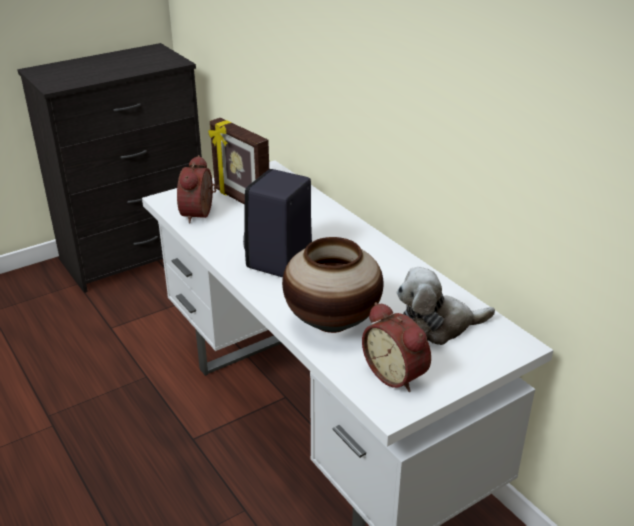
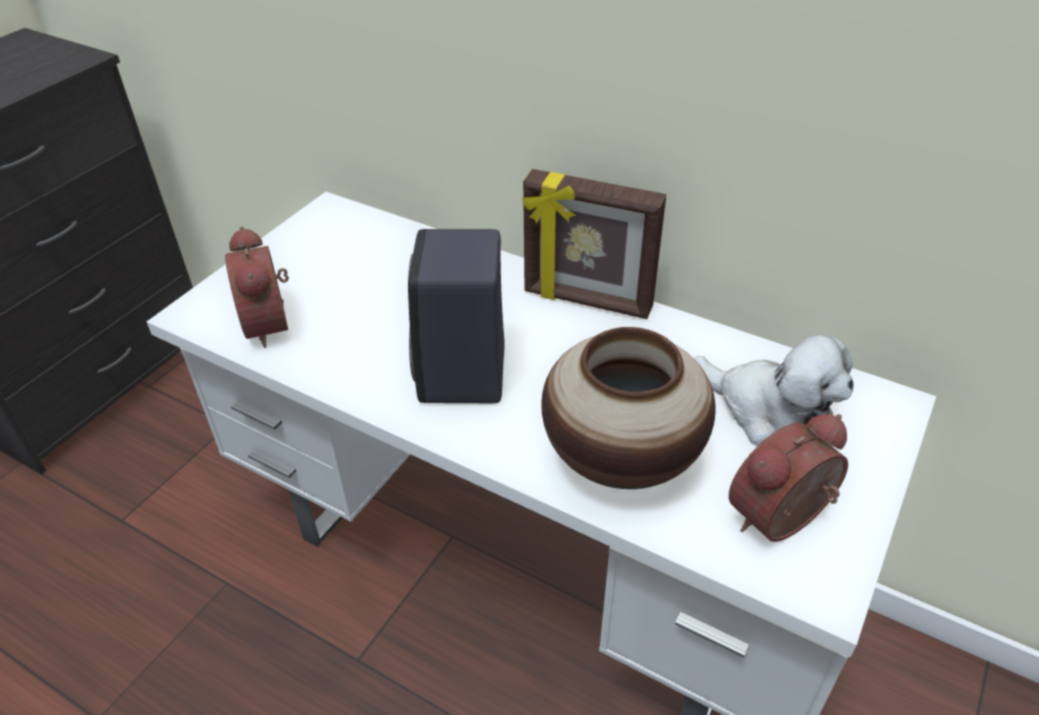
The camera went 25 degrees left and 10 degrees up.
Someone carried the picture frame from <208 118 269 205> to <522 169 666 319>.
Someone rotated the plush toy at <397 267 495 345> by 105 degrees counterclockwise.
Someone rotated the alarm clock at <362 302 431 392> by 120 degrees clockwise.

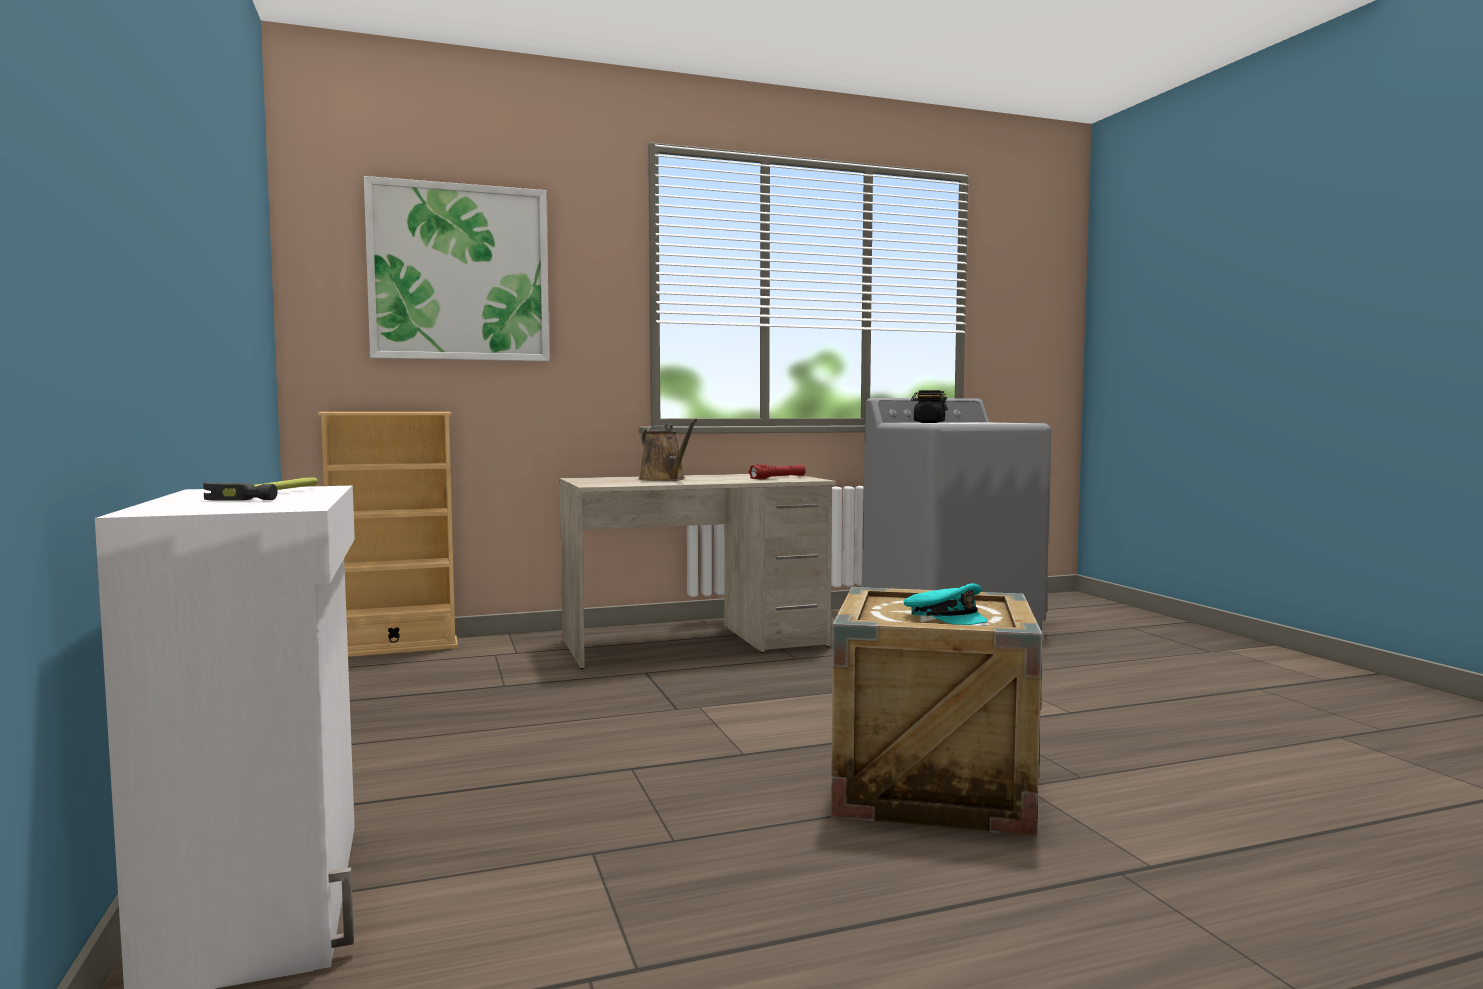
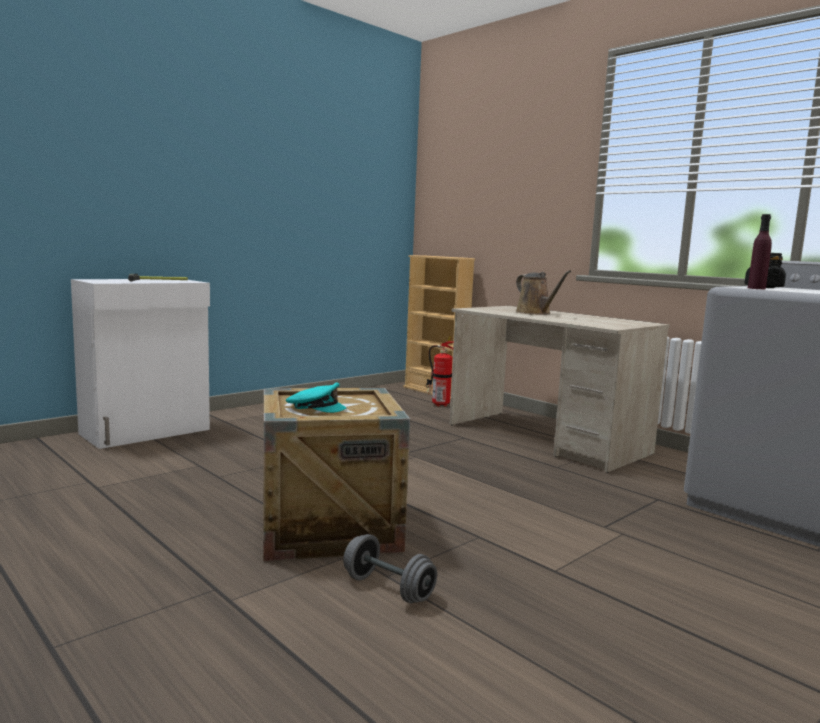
The camera went 65 degrees right and 5 degrees up.
Someone took away the picture at <364 176 550 361>.
Someone rotated the brown watering can at <639 419 698 481> by 60 degrees counterclockwise.
Someone took away the red flashlight at <748 464 806 480>.
Someone rotated the turquoise cap at <904 583 988 625> by 105 degrees counterclockwise.
Someone put down the purple bottle at <748 214 772 289>.
Someone put down the fire extinguisher at <425 336 454 406>.
Someone put down the grey dumbbell at <343 534 437 603>.

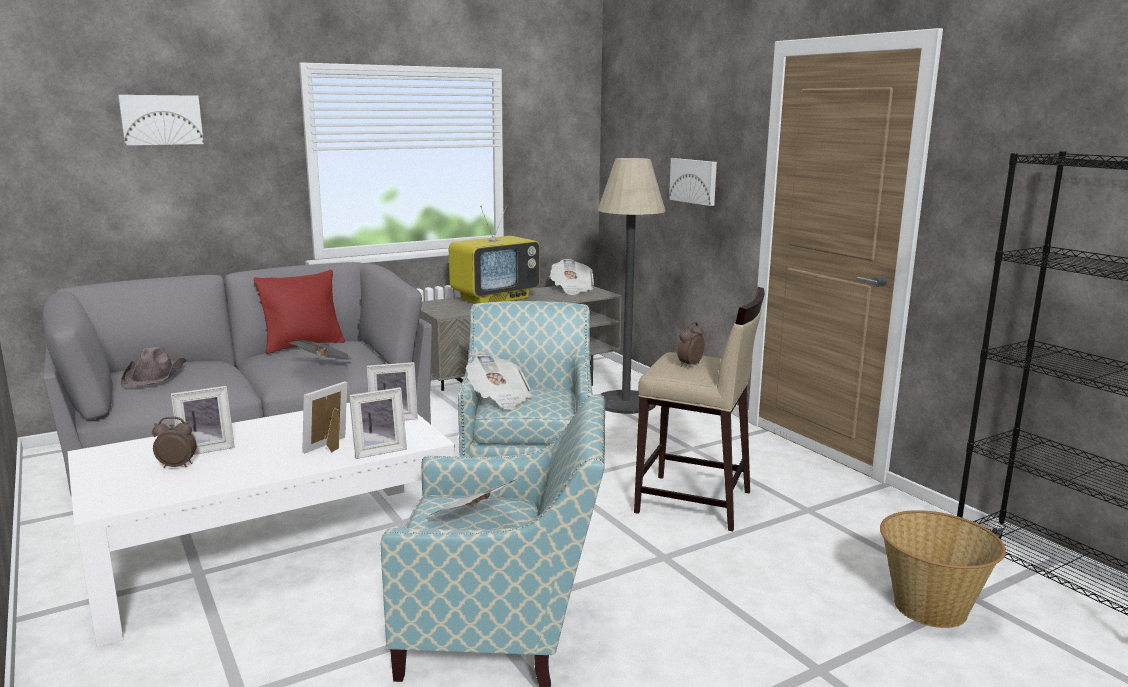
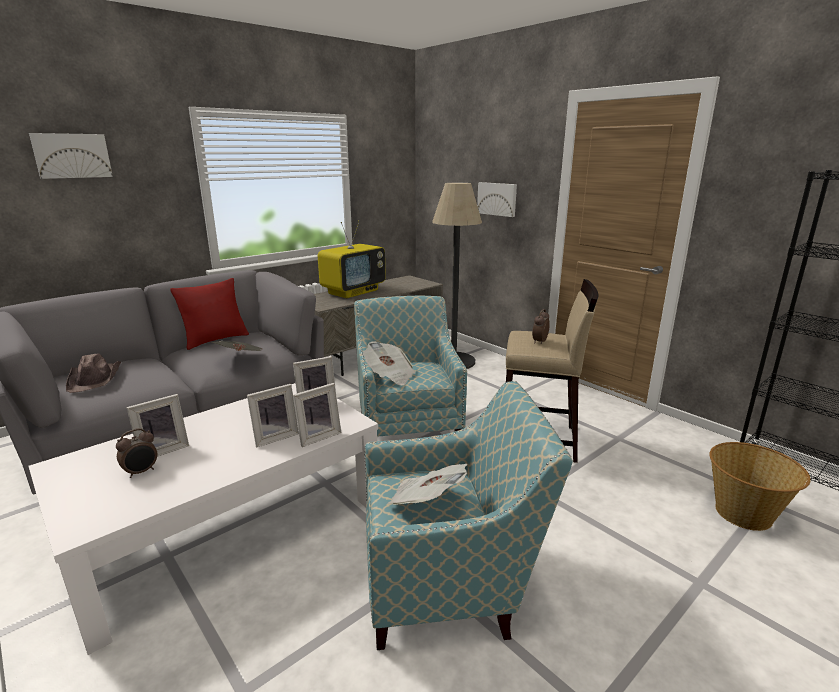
The camera went 10 degrees left and 5 degrees up.
Someone took away the newspaper at <550 259 594 295>.
Someone rotated the picture frame at <302 381 347 453> by 150 degrees counterclockwise.
Someone rotated the alarm clock at <152 417 197 468> by 150 degrees clockwise.

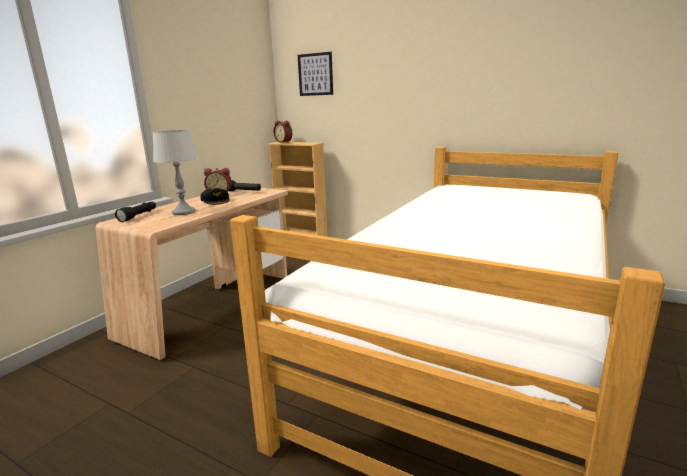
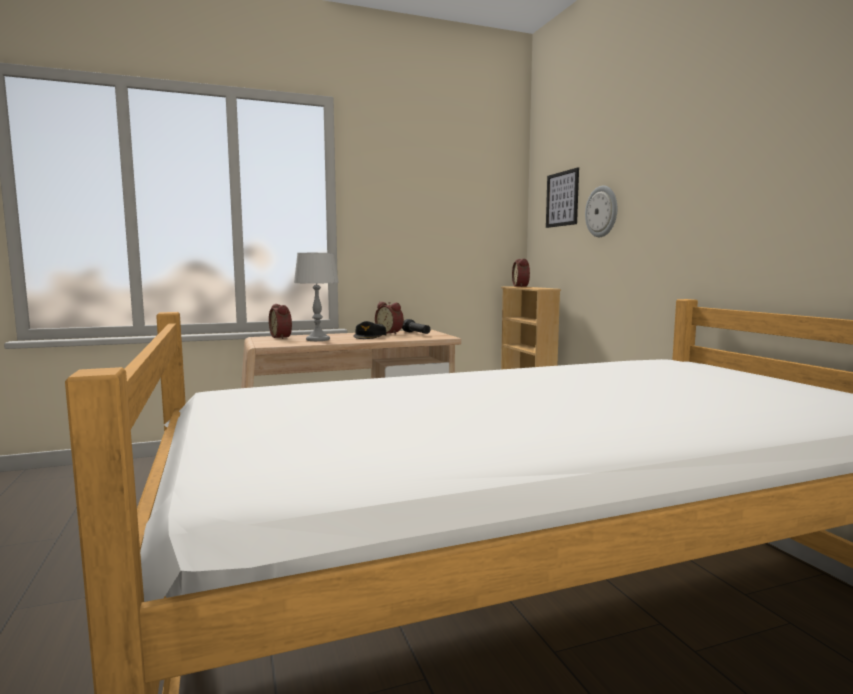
The camera went 40 degrees right and 10 degrees down.
Someone swapped the black flashlight at <115 201 156 222> for the alarm clock at <269 304 292 339>.
Someone put up the wall clock at <585 186 617 237>.

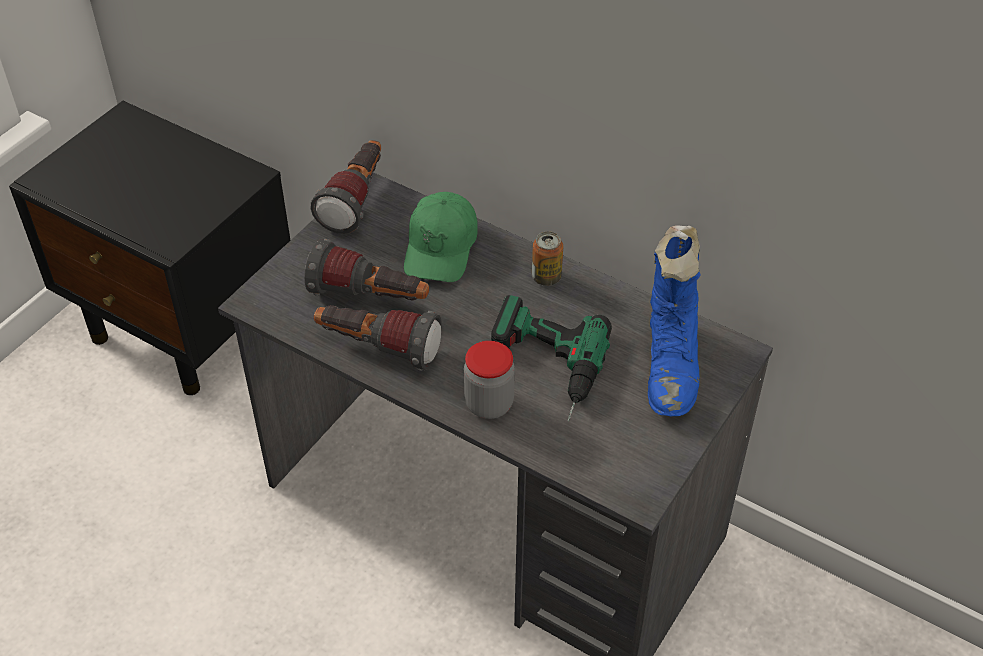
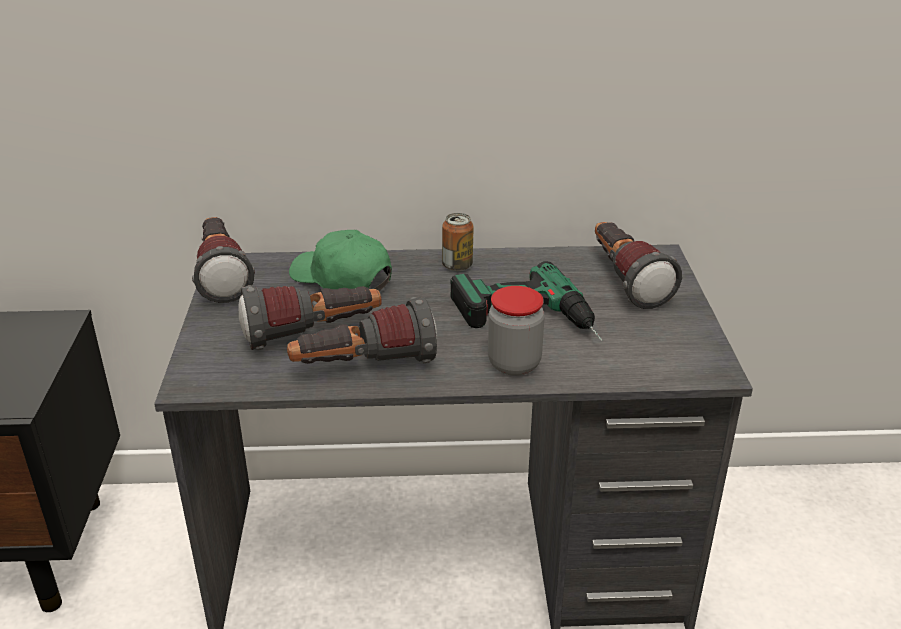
The camera went 35 degrees left and 15 degrees down.
Someone rotated the green cap at <404 192 478 282> by 150 degrees clockwise.
Someone swapped the blue boot at <648 225 701 416> for the flashlight at <595 222 682 309>.

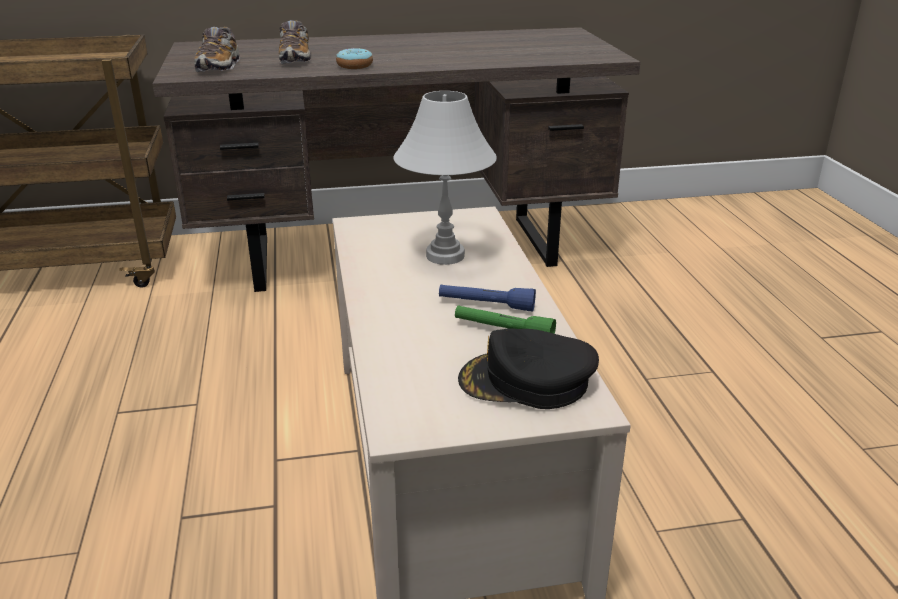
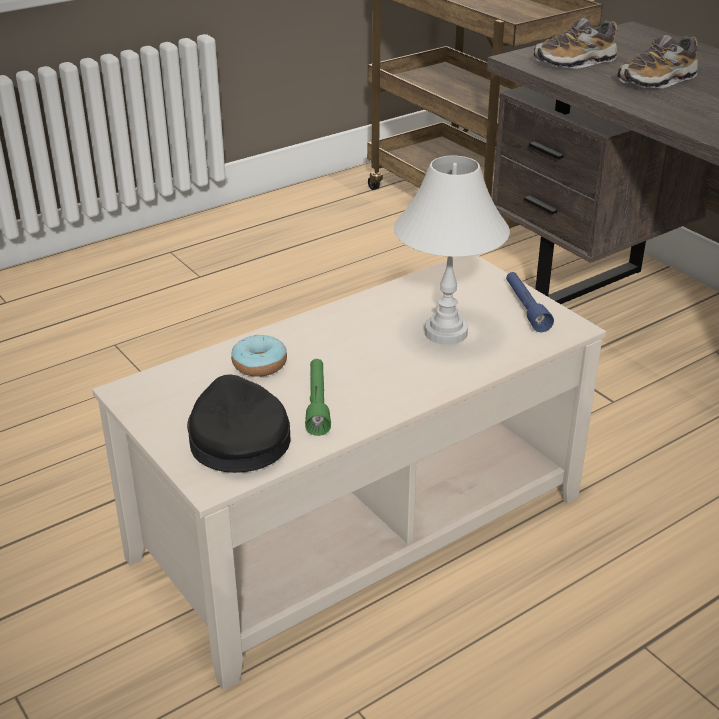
The camera went 65 degrees right and 5 degrees up.
Someone carried the donut from <336 48 373 69> to <231 334 287 377>.
Someone carried the blue flashlight from <439 285 536 312> to <506 272 554 332>.

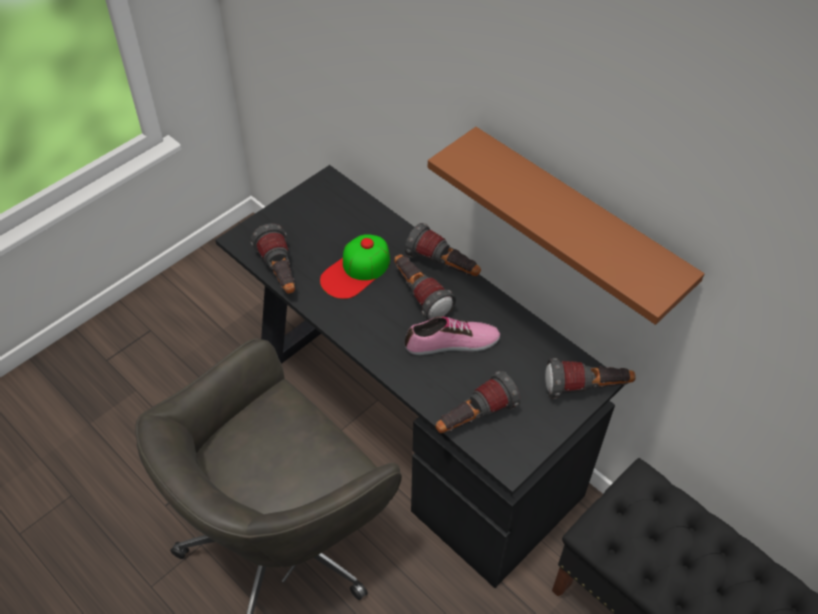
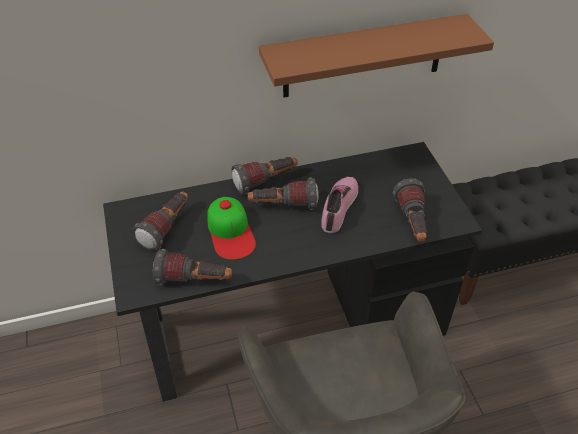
The camera went 60 degrees left and 5 degrees down.
Someone carried the flashlight from <545 358 636 399> to <132 192 188 251>.

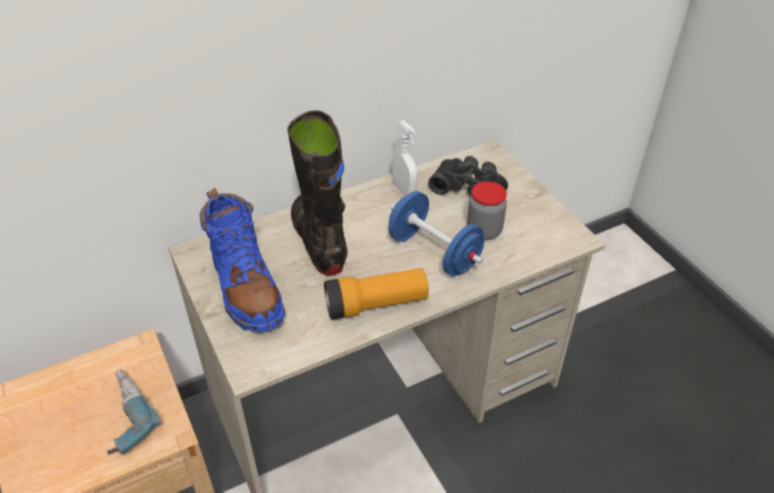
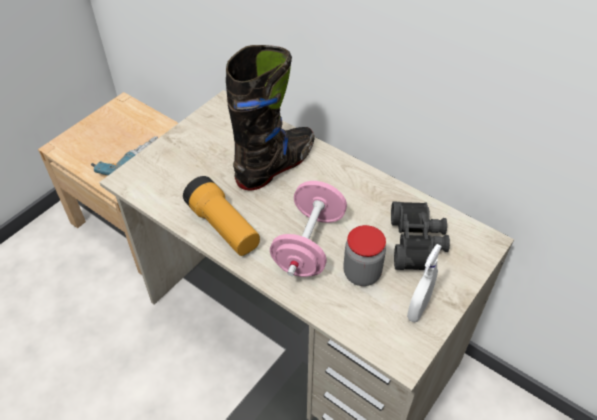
The camera went 65 degrees right and 5 degrees up.
Someone carried the white spray bottle from <392 120 418 196> to <407 244 442 322>.
Someone took away the blue boot at <200 188 285 332>.
Someone repainted the blue dumbbell at <388 191 484 276>, which became the pink dumbbell at <270 181 347 277>.

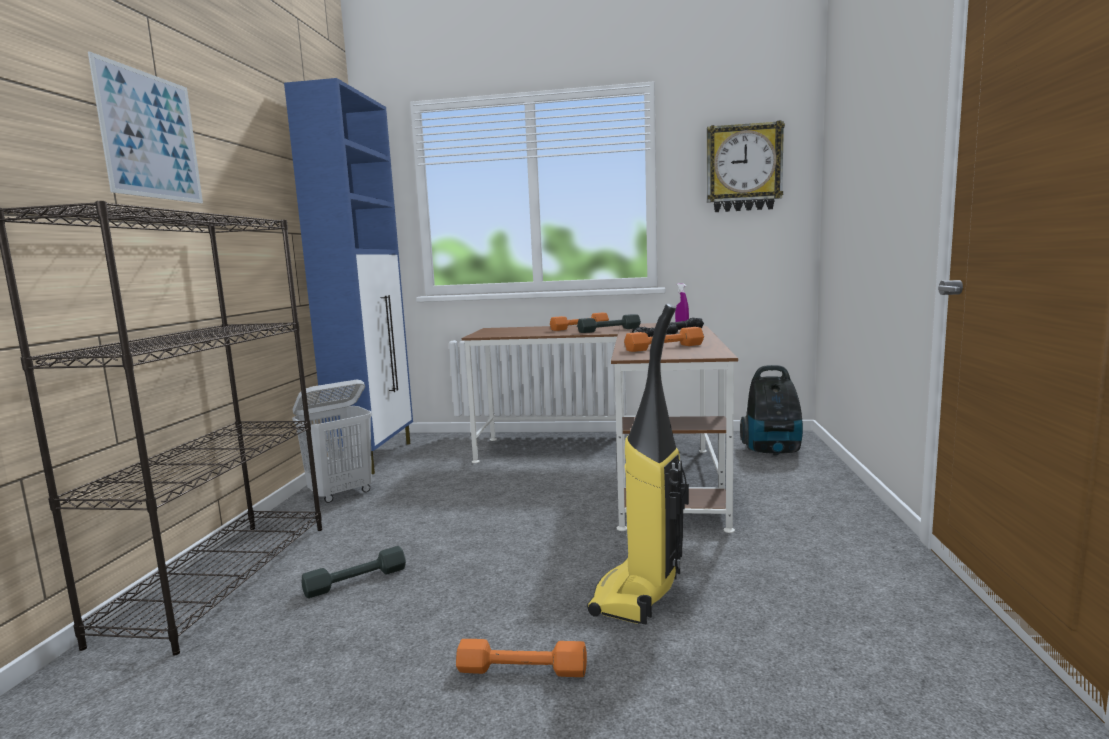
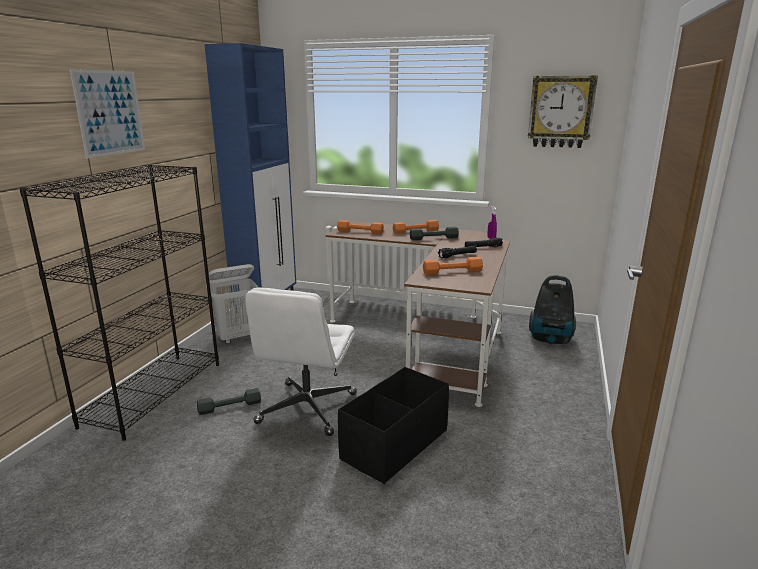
The camera went 10 degrees right and 10 degrees up.
Someone swapped the vacuum cleaner at <587 304 689 625> for the black storage box at <338 367 449 484>.
Someone carried the orange dumbbell from <456 639 587 677> to <337 220 384 234>.
Someone put down the white office chair at <245 287 357 436>.

